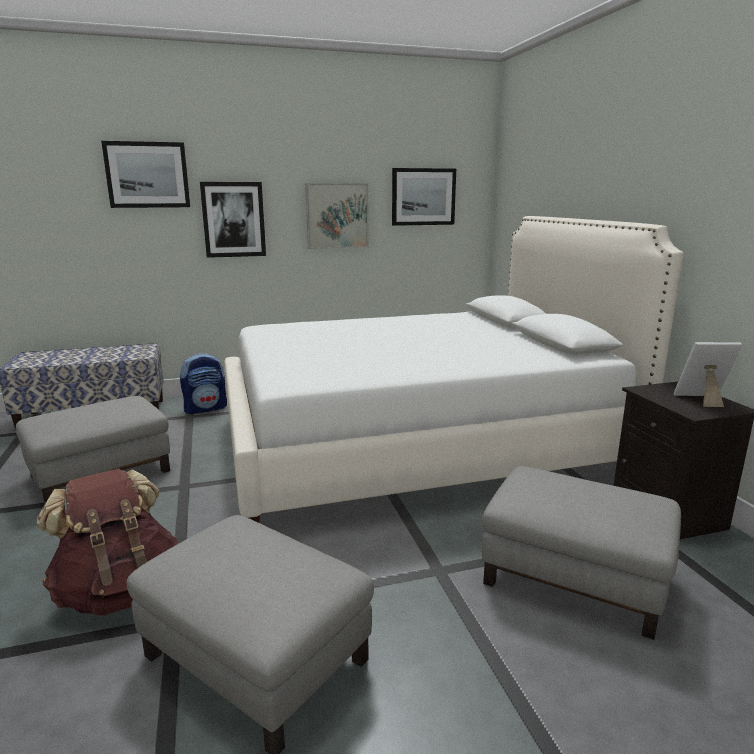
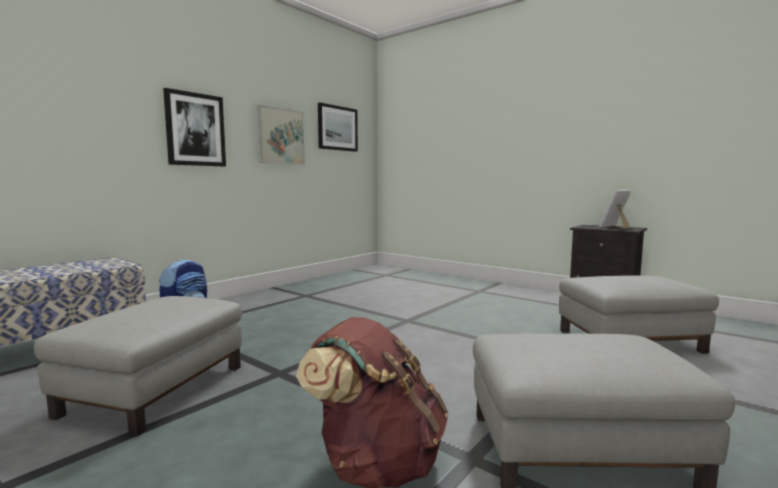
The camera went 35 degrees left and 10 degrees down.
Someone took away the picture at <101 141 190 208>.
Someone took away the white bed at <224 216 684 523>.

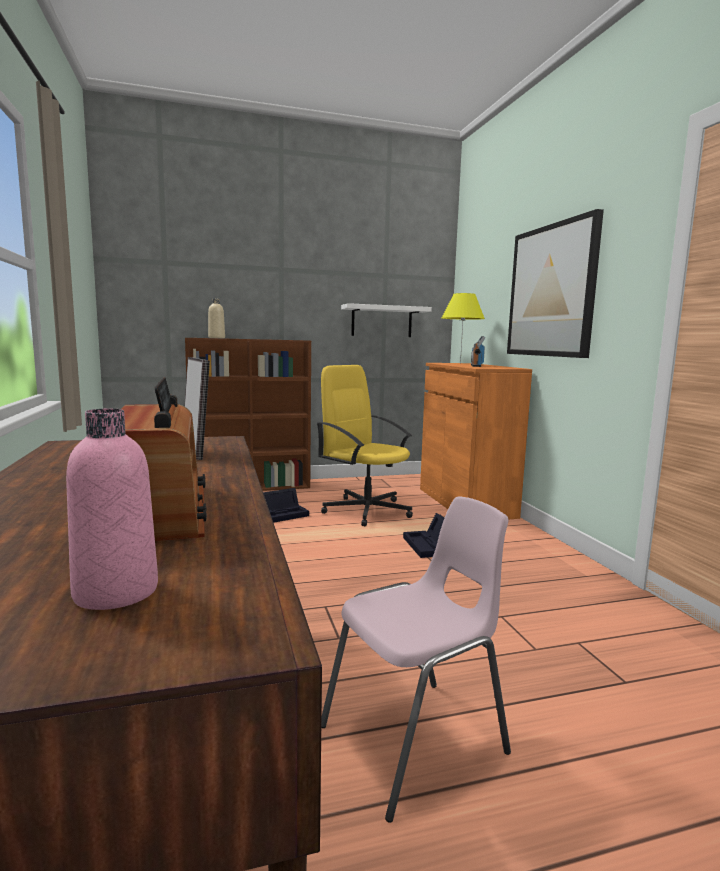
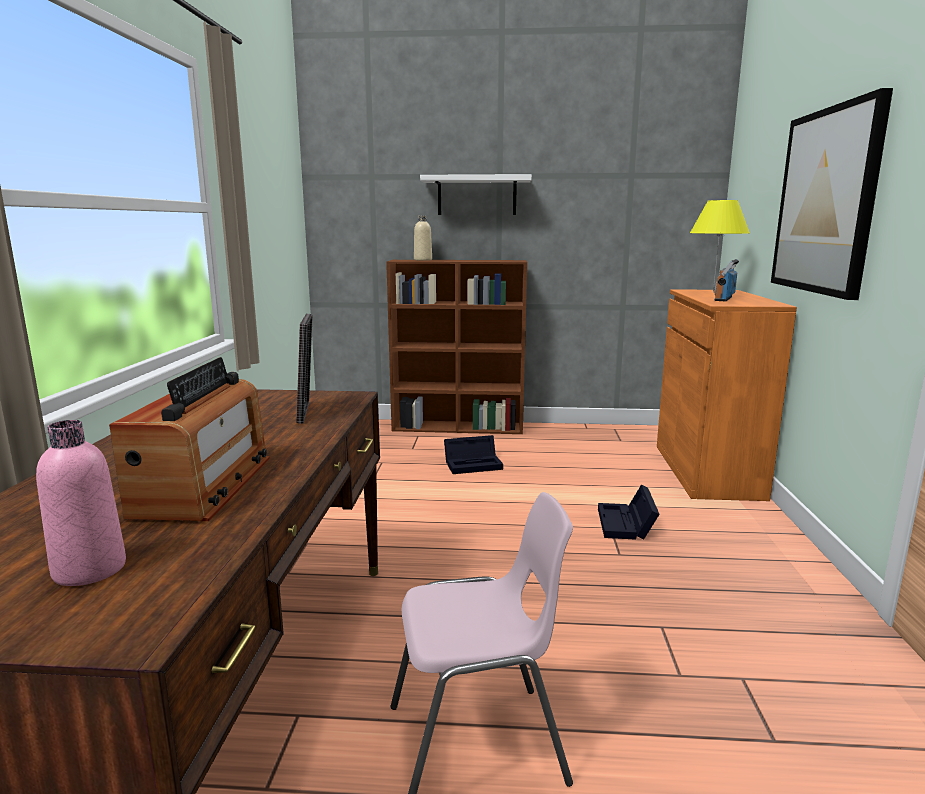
The camera went 20 degrees right and 5 degrees up.
Someone carried the white shelf from <341 303 432 337> to <420 174 532 215>.
Someone took away the yellow office chair at <317 365 413 526>.

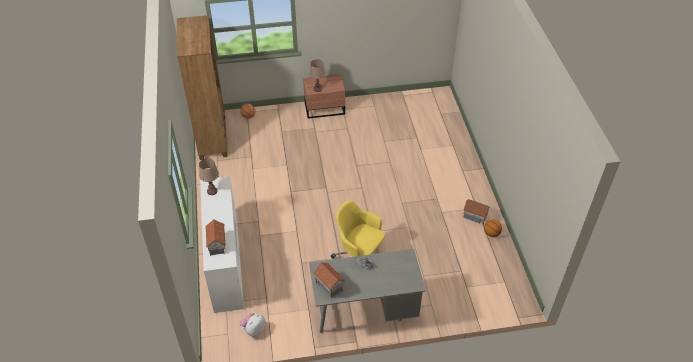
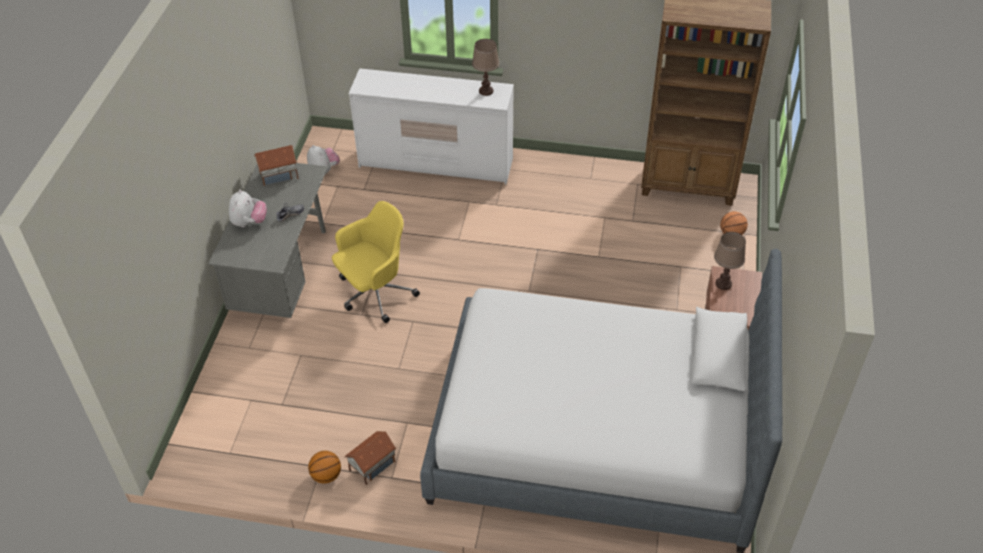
The camera went 110 degrees right and 0 degrees up.
Someone took away the toy house at <205 219 226 256>.
Someone put down the plush toy at <229 190 267 227>.
Someone put down the bed at <420 248 782 553>.

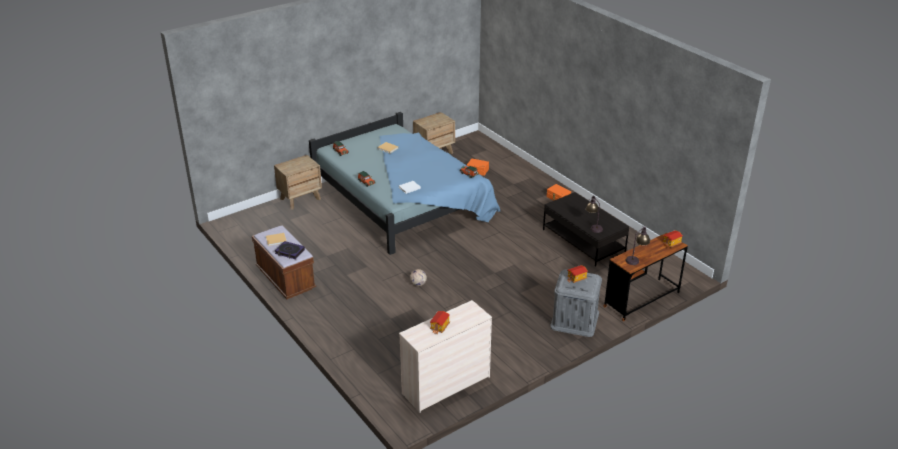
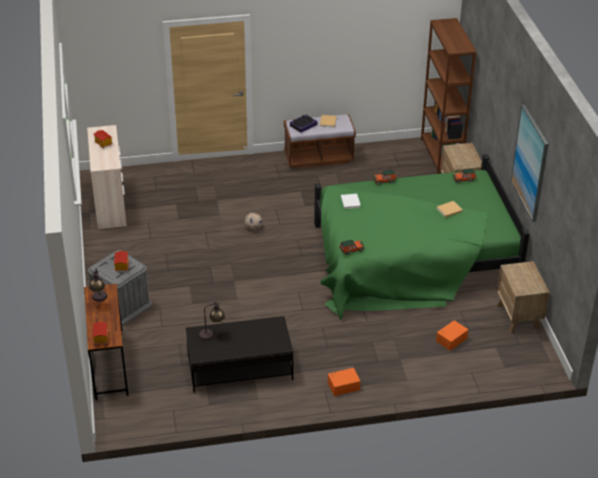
The camera went 115 degrees right and 5 degrees up.
Someone repainted the blue bed at <309 112 500 255>, which became the green bed at <314 154 530 320>.
Someone put down the brown bookcase at <421 18 476 174>.
Someone put up the picture at <511 105 549 222>.

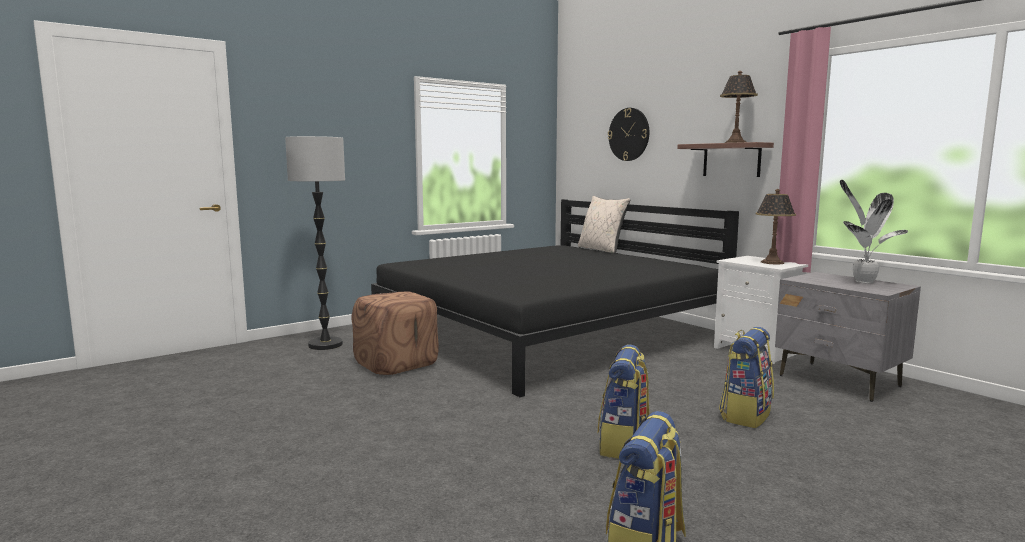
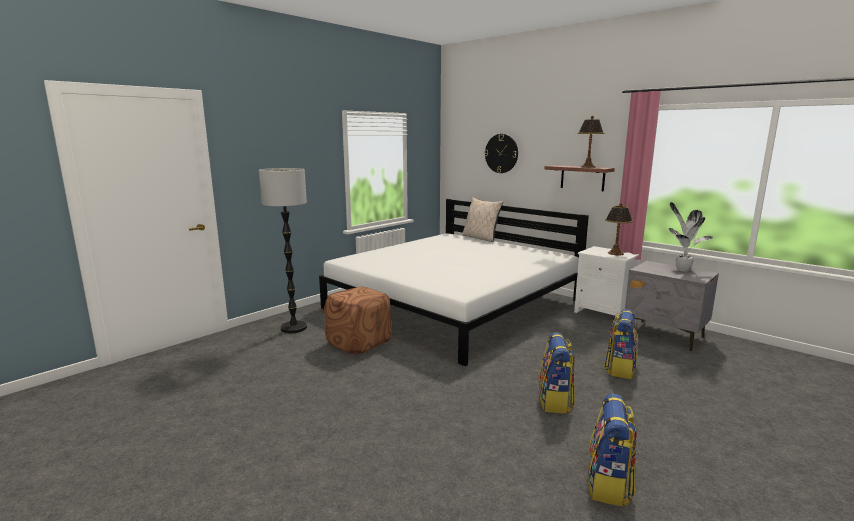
The camera went 10 degrees left and 5 degrees up.
Someone repainted the black bed at <371 199 739 397>, which became the white bed at <319 199 589 366>.

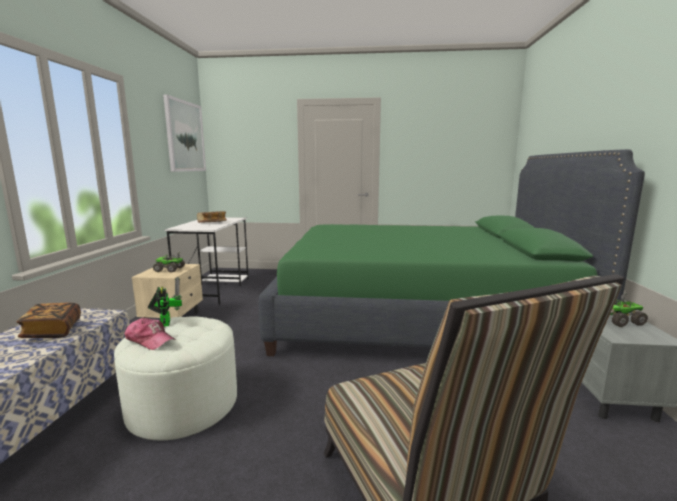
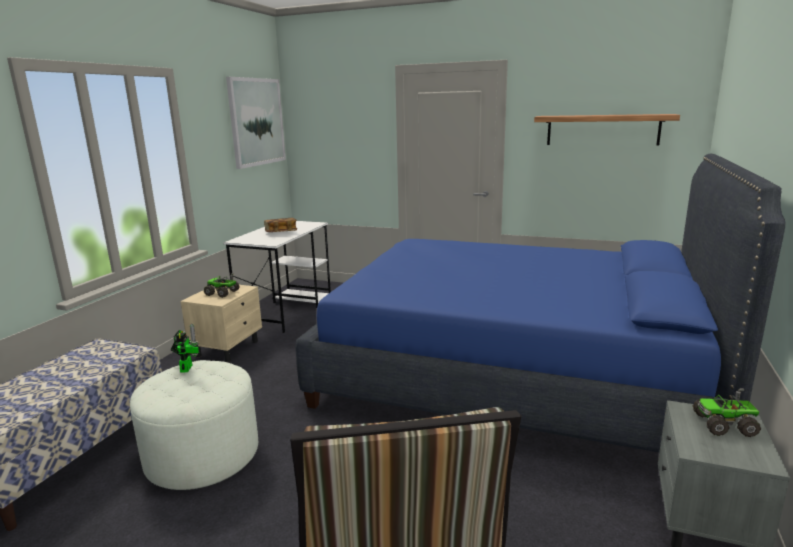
The camera went 15 degrees right and 5 degrees up.
Someone repainted the green bed at <258 149 645 356>, which became the blue bed at <296 154 785 452>.
Someone took away the book at <16 303 81 338>.
Someone took away the cap at <125 318 176 350>.
Someone put up the shelf at <534 114 680 145>.

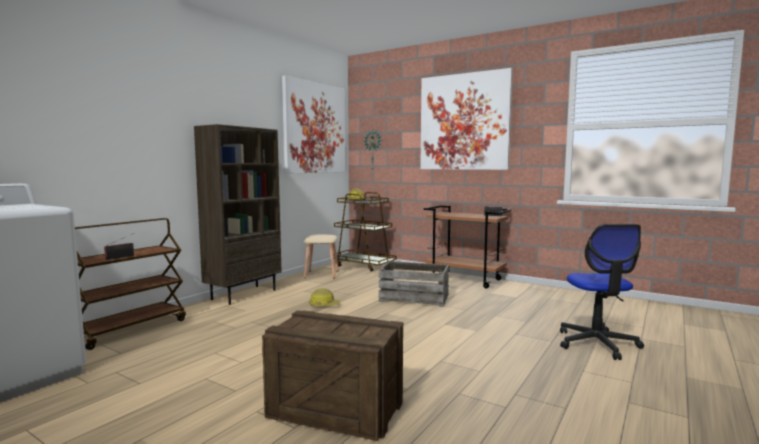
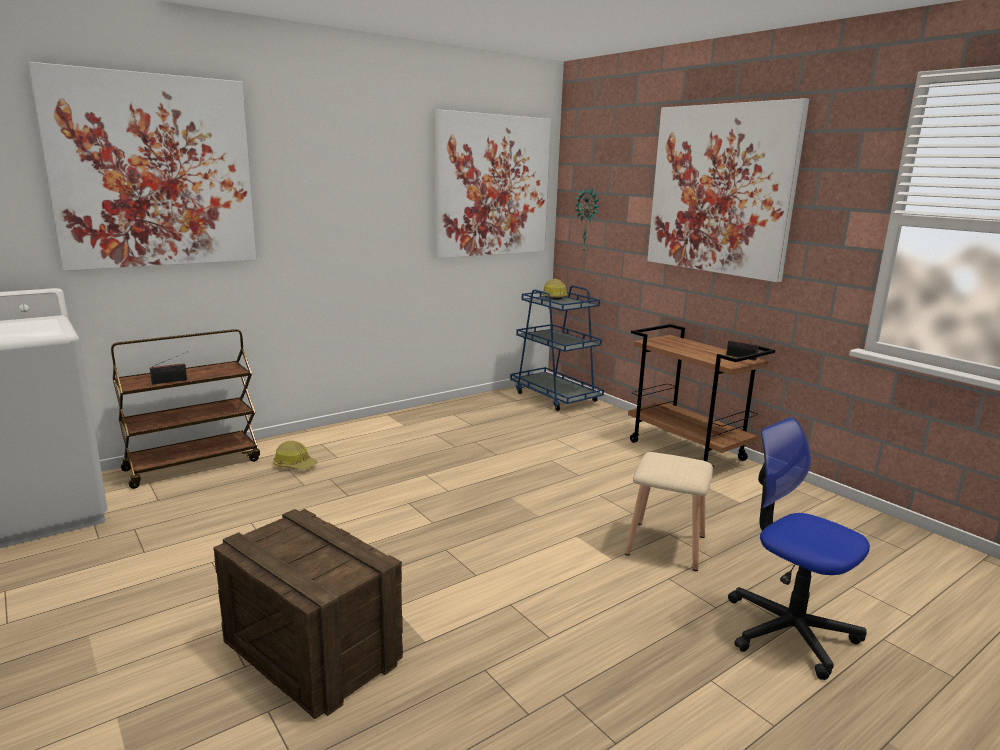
The camera went 20 degrees right and 10 degrees up.
Someone took away the brown bookcase at <194 124 282 305>.
Someone repainted the brown cart at <330 192 396 272>, which became the blue cart at <510 285 604 411>.
Someone rotated the office chair at <560 224 644 360> by 120 degrees clockwise.
Someone carried the beige stool from <303 235 339 278> to <625 452 713 571>.
Someone took away the crate at <379 261 449 307>.
Someone carried the hard hat from <309 288 341 306> to <273 441 317 469>.
Someone put up the picture at <28 62 257 271>.

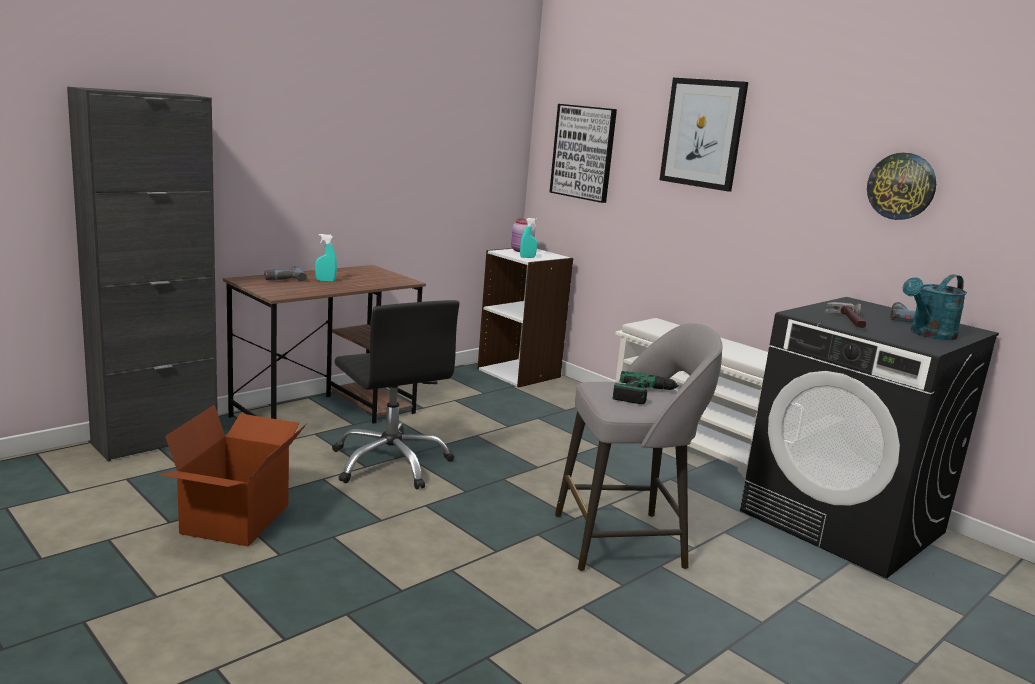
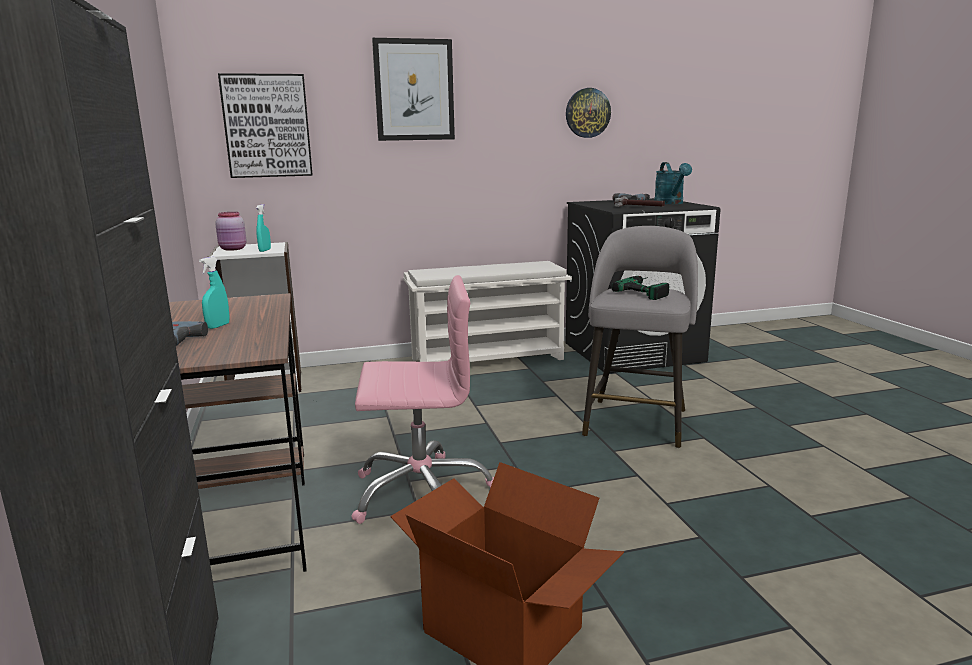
The camera went 60 degrees left and 0 degrees up.
Someone repainted the black office chair at <332 300 460 489>, which became the pink office chair at <351 275 494 524>.

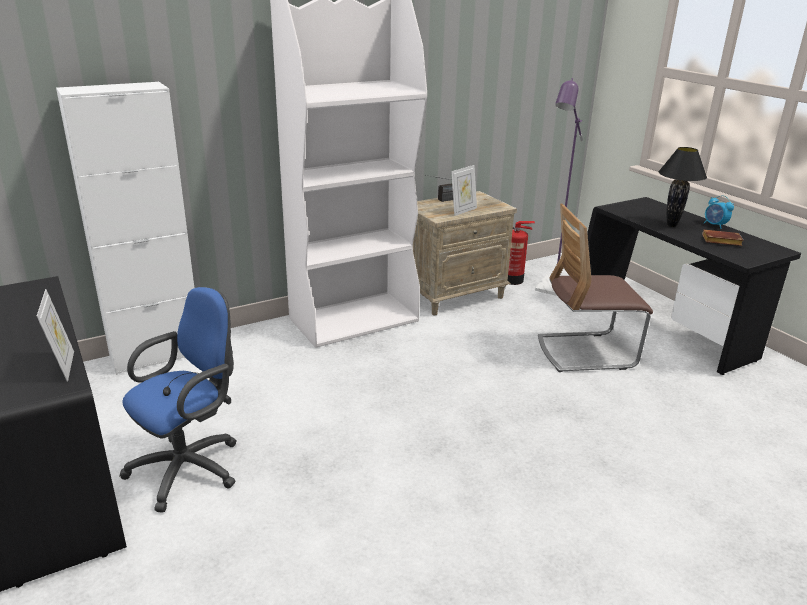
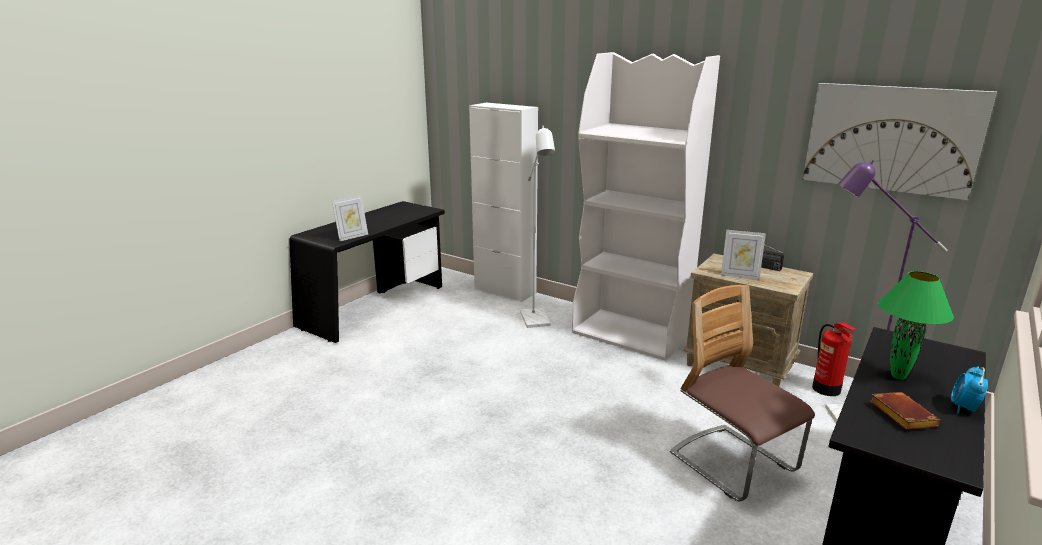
The camera went 65 degrees right and 5 degrees down.
Someone repainted the black table lamp at <659 147 707 227>, which became the green table lamp at <878 271 954 380>.
Someone took away the blue office chair at <120 287 237 513>.
Someone put up the picture at <803 83 997 200>.
Someone put down the white floor lamp at <520 126 555 328>.

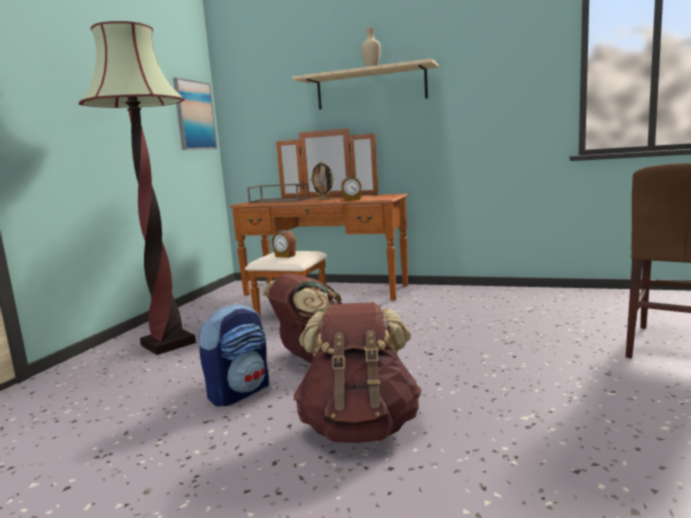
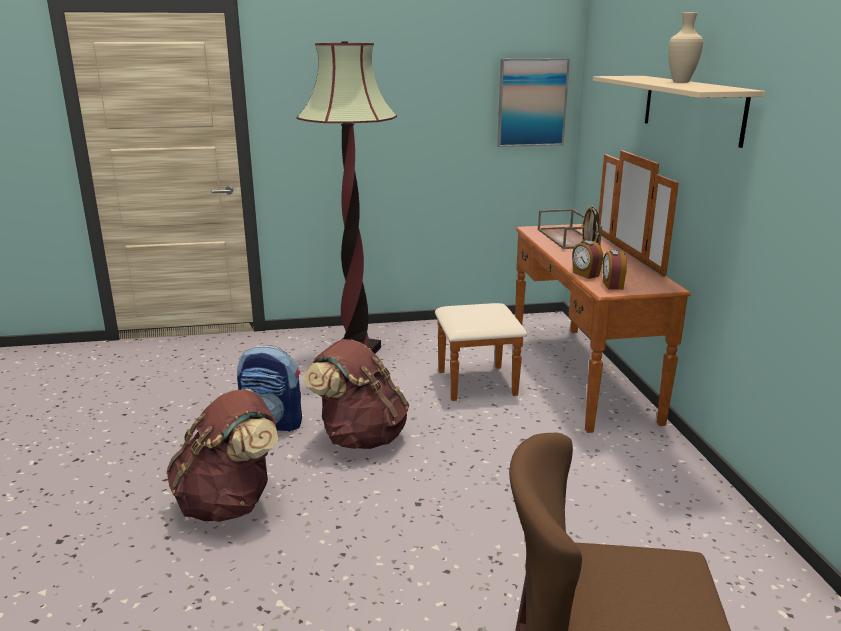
The camera went 60 degrees right and 10 degrees up.
Someone carried the alarm clock from <272 230 296 258> to <603 250 627 290>.

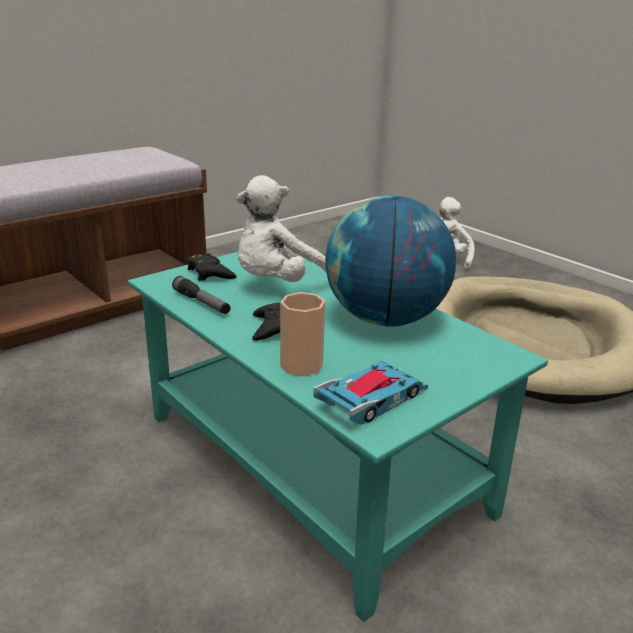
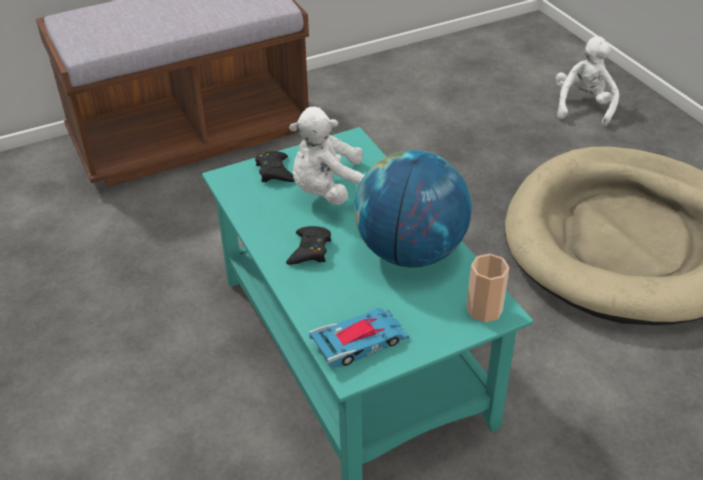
The camera went 15 degrees right and 15 degrees up.
Someone took away the flashlight at <172 276 231 314>.
Someone carried the cup from <280 292 325 376> to <466 254 509 322>.

